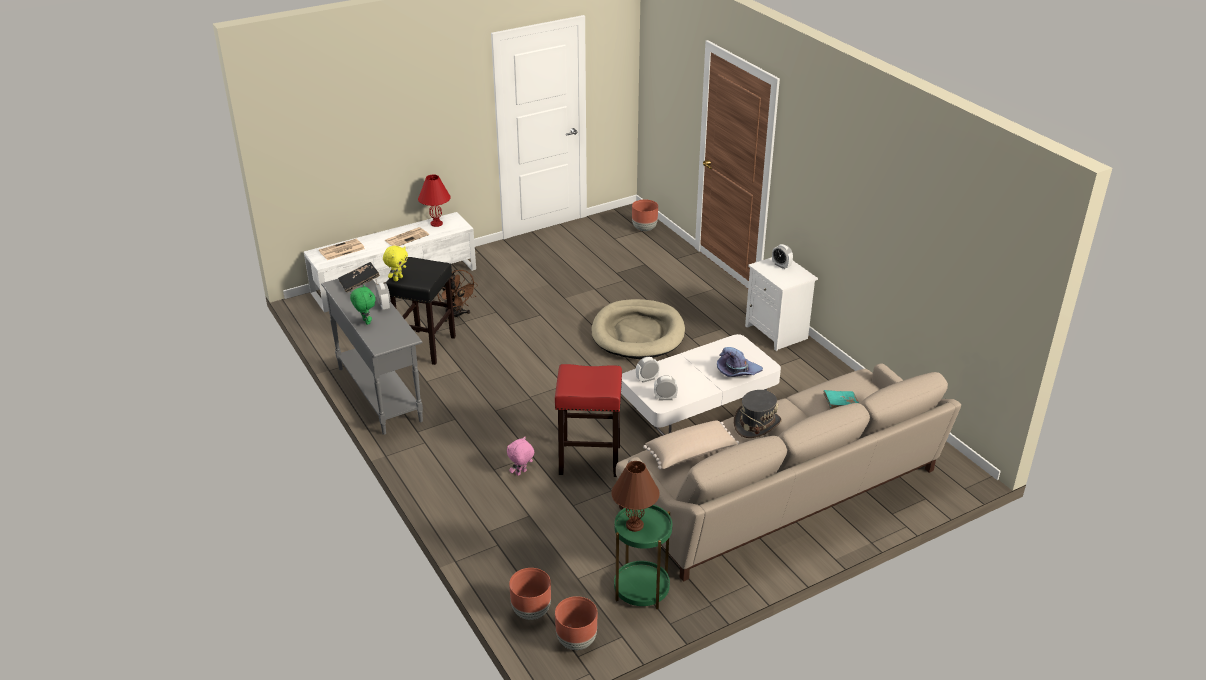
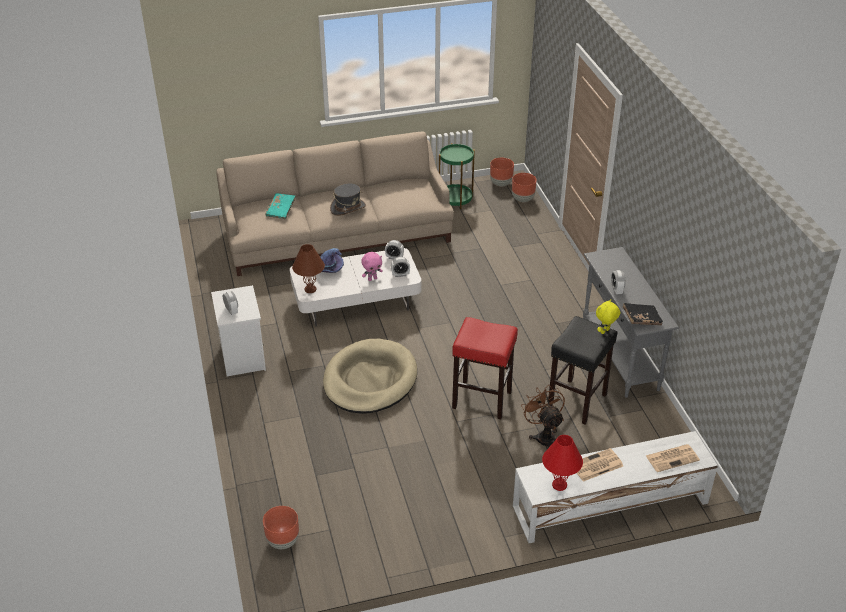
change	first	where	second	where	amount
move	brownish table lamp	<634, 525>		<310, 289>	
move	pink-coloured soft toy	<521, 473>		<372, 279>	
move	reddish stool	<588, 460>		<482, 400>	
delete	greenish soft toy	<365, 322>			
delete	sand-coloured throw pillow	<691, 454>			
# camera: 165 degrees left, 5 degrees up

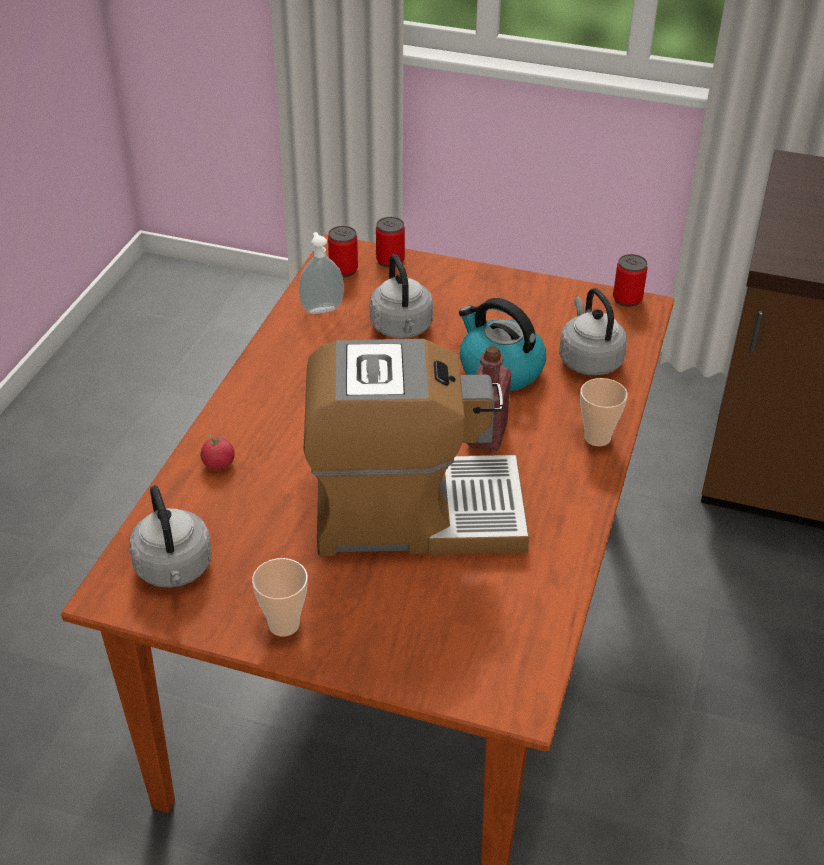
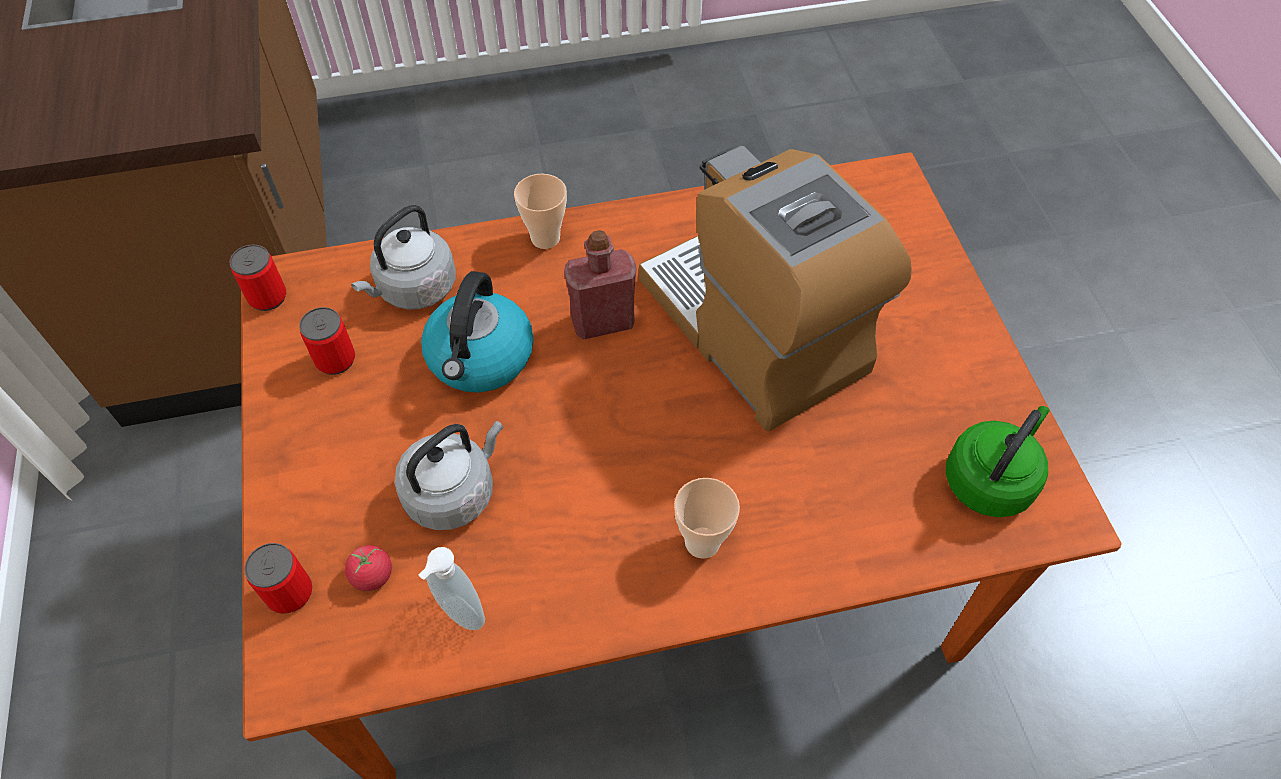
change	first	where	second	where	amount
move	can	<343, 270>		<335, 360>	
move	fresh tomato	<218, 464>		<372, 575>	
move	small cup	<284, 624>		<702, 542>	
recolor	gray kettle	<175, 570>	greenish kettle	<990, 479>	
# camera: 120 degrees left, 15 degrees up

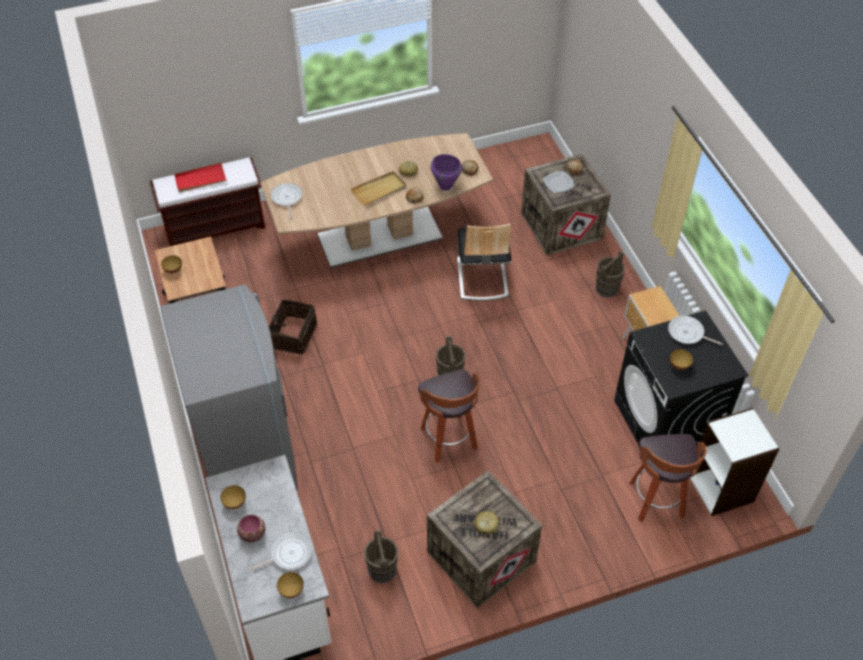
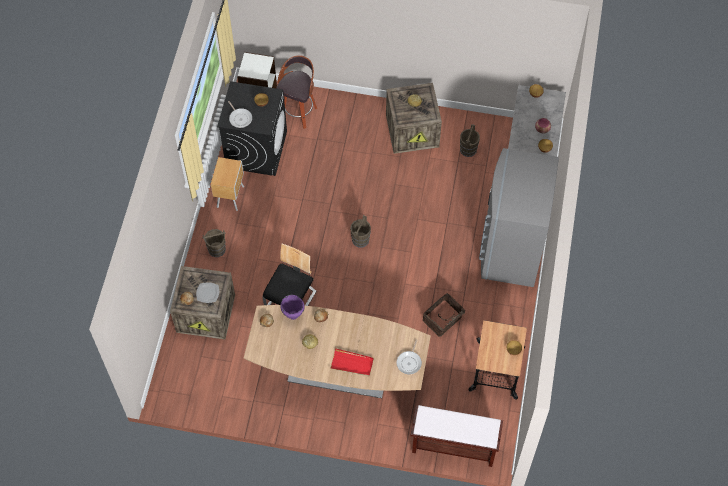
change	first	where	second	where	amount
move	reddish serving tray	<200, 179>		<352, 363>	
delete	pan	<288, 553>			
delete	sand-coloured serving tray	<379, 190>			
delete	stool	<449, 440>			
# camera: 150 degrees left, 10 degrees up

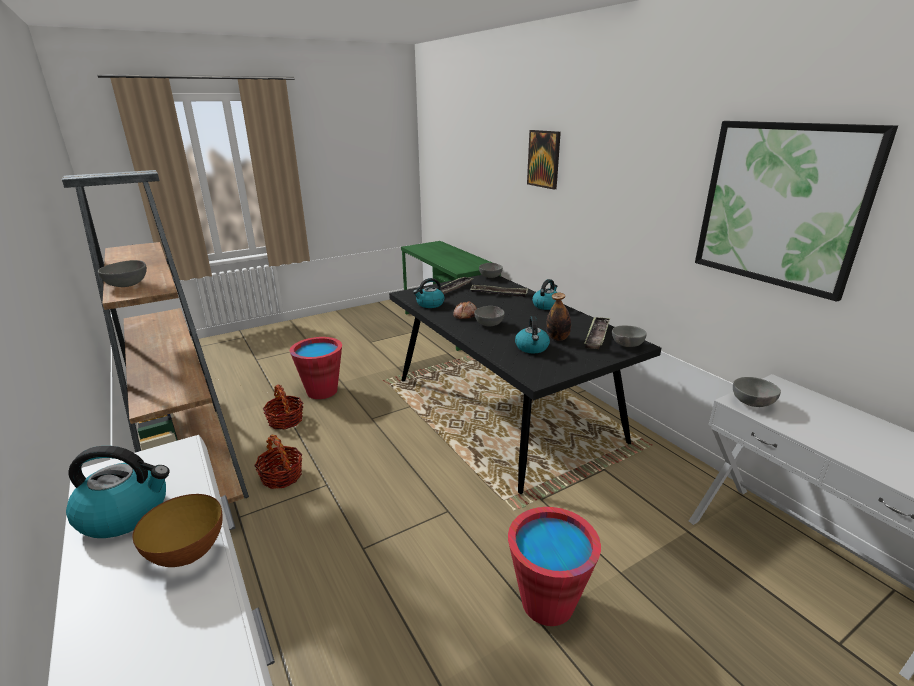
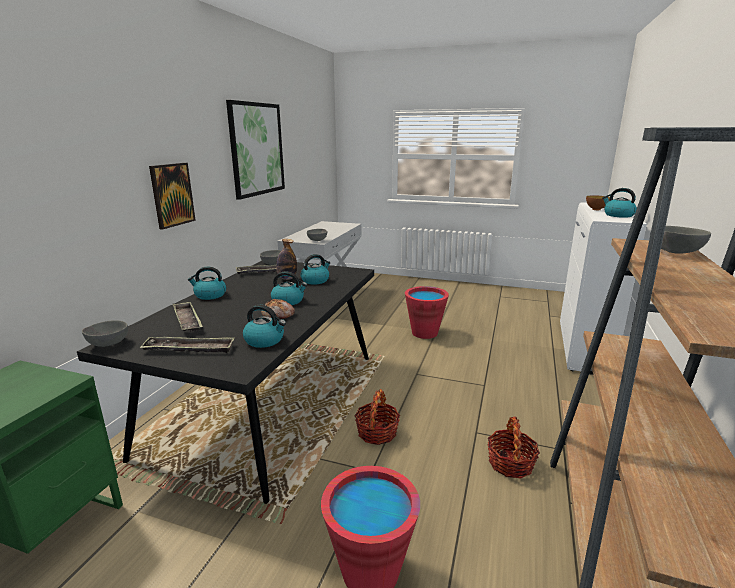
change	first	where	second	where	amount
move	wall picture	<544, 159>		<172, 195>	
replace	gray deep dish	<489, 324>	kettle	<288, 301>	
move	storage basket	<285, 420>		<377, 433>	
# camera: 130 degrees left, 5 degrees down

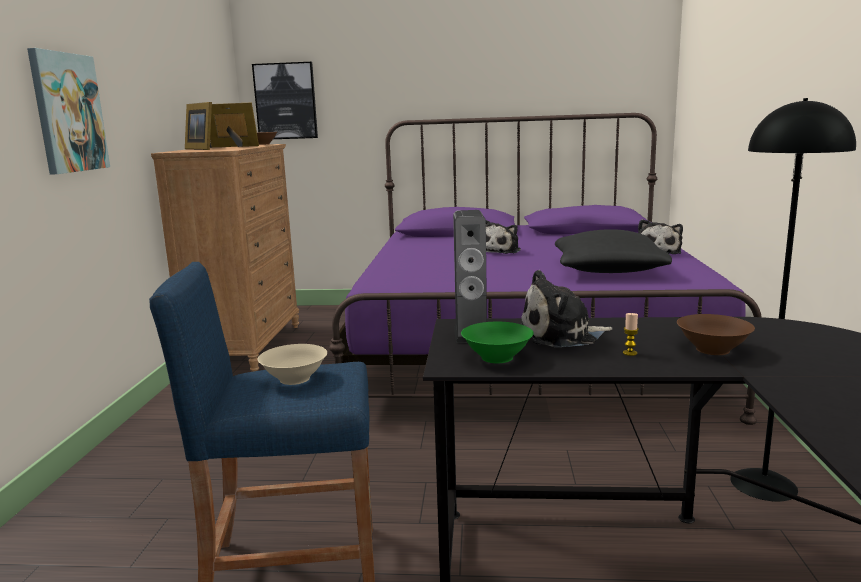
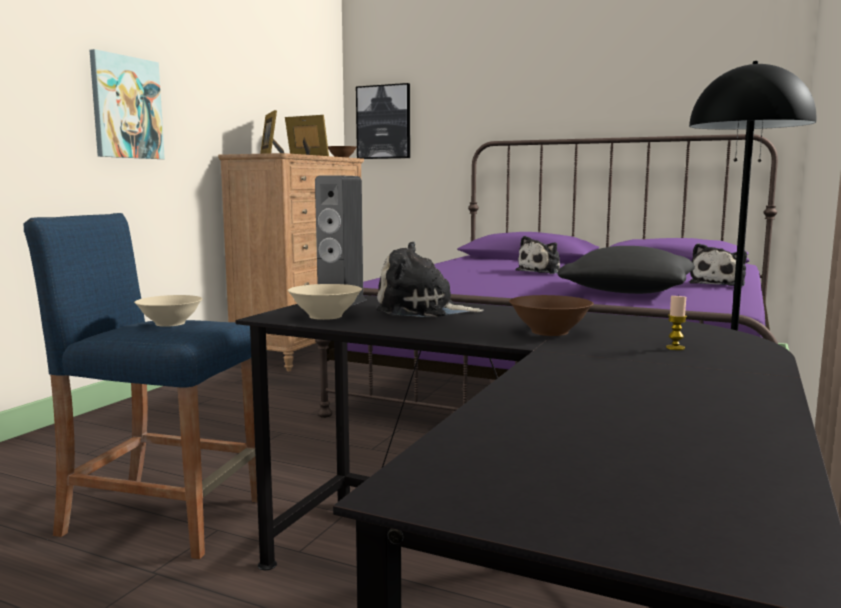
change	first	where	second	where	amount
recolor	greenish deep dish	<497, 357>	sand-coloured deep dish	<326, 316>	
move	wax light	<630, 353>		<675, 348>	
# camera: 20 degrees right, 5 degrees down

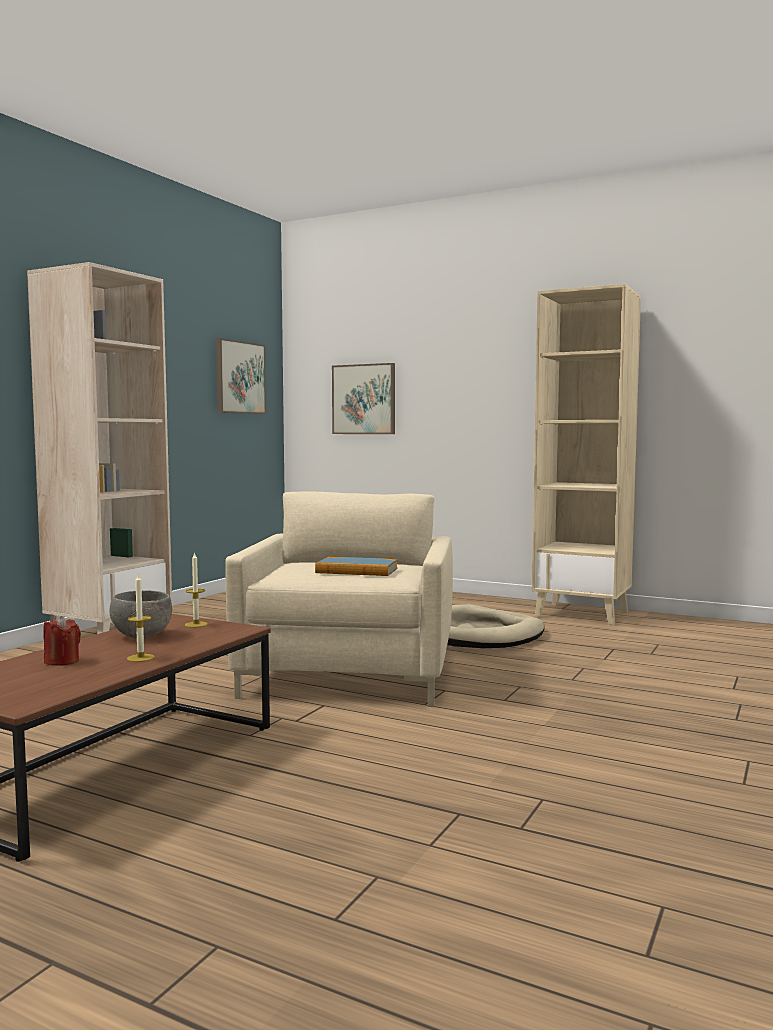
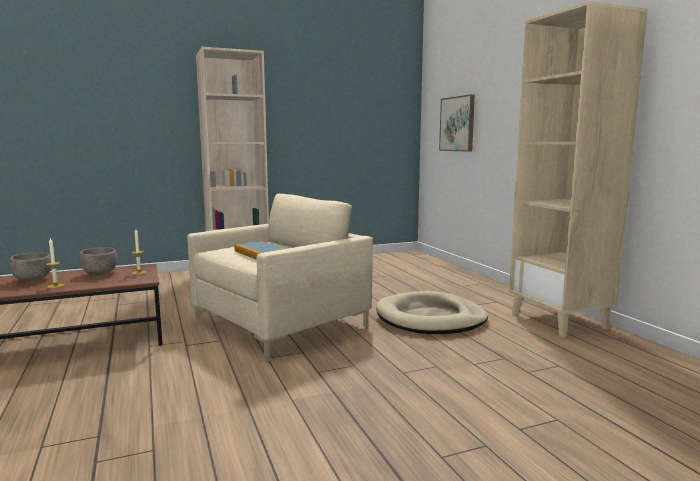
change	first	where	second	where	amount
replace	reddish wax light	<62, 661>	gray deep dish	<32, 280>	
delete	wall picture	<239, 377>			
# camera: 40 degrees right, 5 degrees up

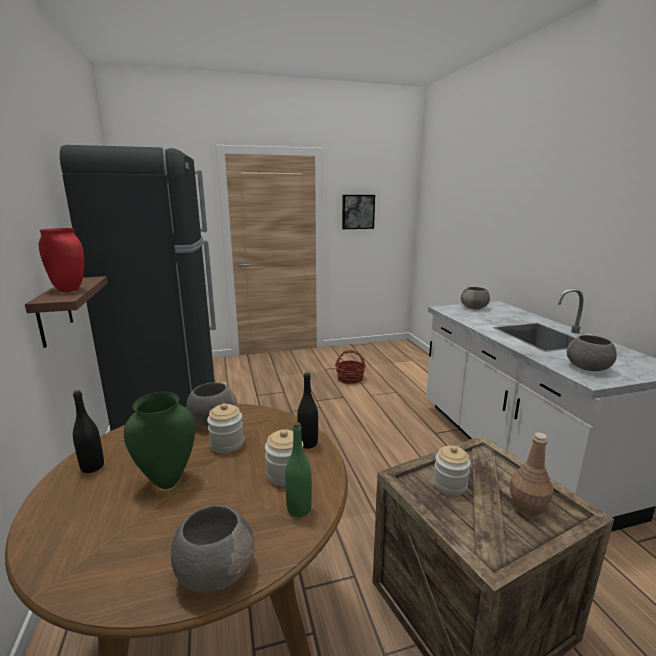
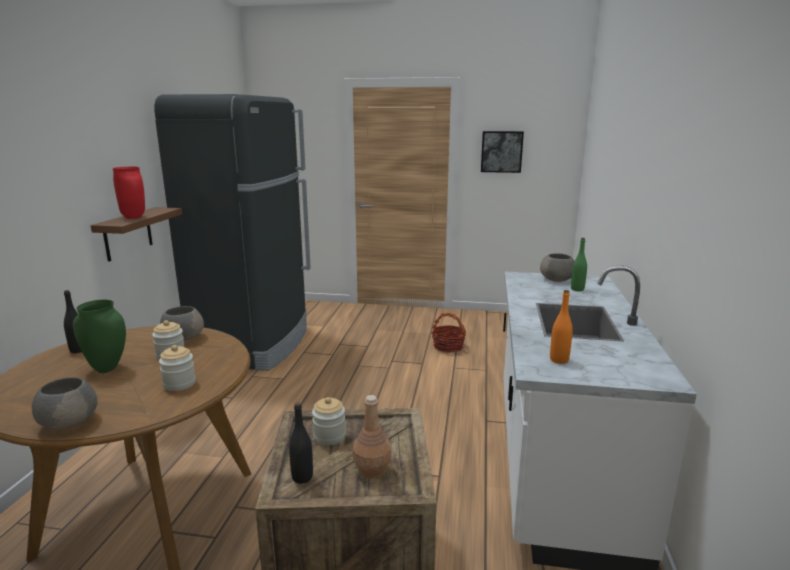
change	first	where	second	where	amount
move	black bottle	<308, 443>		<302, 477>	
replace	gray deep dish	<588, 368>	orange bottle	<559, 360>	
move	greenish bottle	<299, 509>		<577, 289>	
# camera: 25 degrees right, 0 degrees up

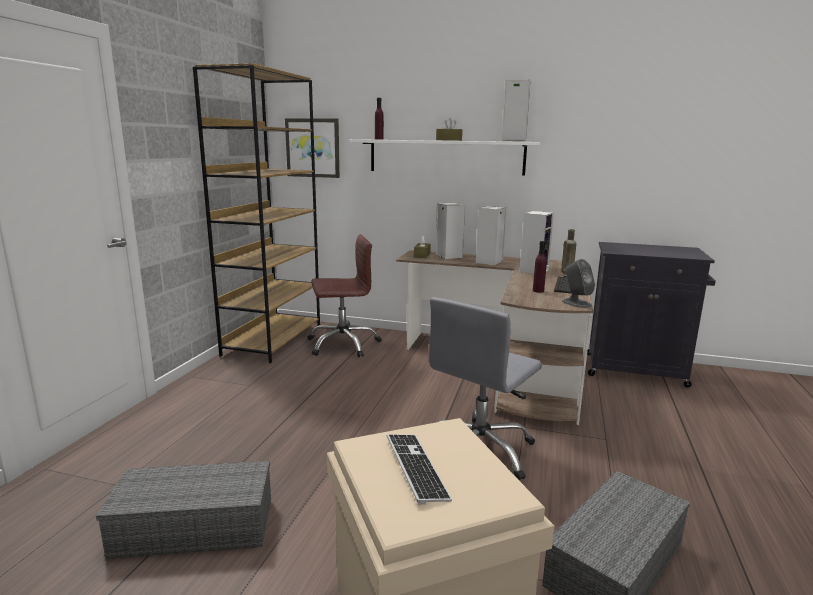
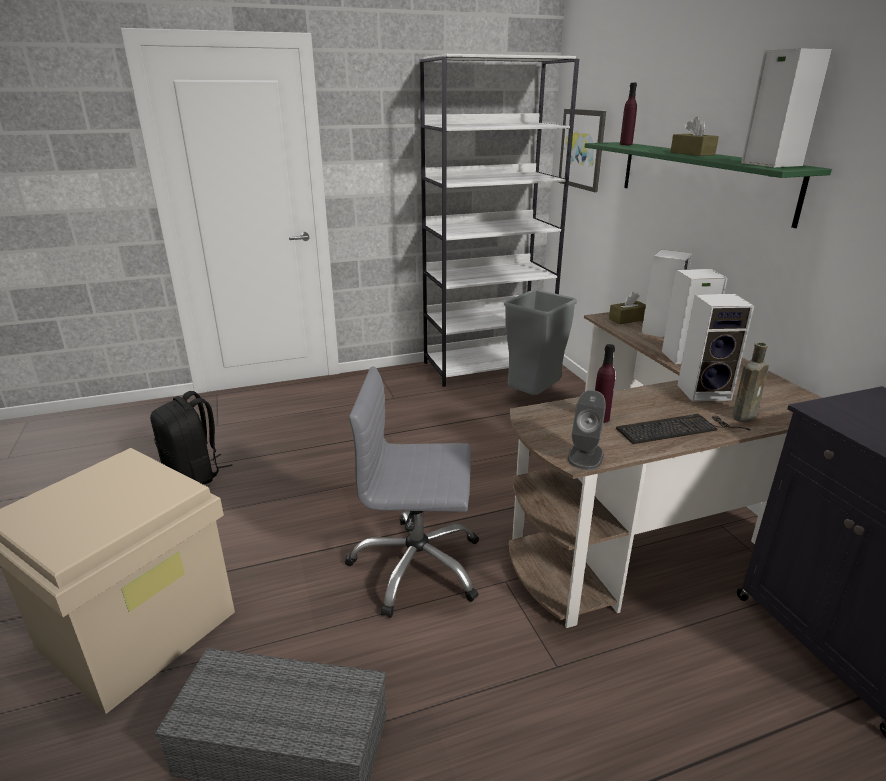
change	first	where	second	where	amount
replace	gray storage container	<197, 525>	black knapsack	<194, 474>	
recolor	brownish bookcase	<273, 339>	white-coloured bookcase	<487, 366>	
replace	brownish computer chair	<343, 344>	gray waste bin	<533, 397>	
recolor	white-coloured bracket shelf	<445, 157>	greenish bracket shelf	<701, 179>	
delete	PC keyboard	<416, 468>			
# camera: 55 degrees right, 10 degrees up

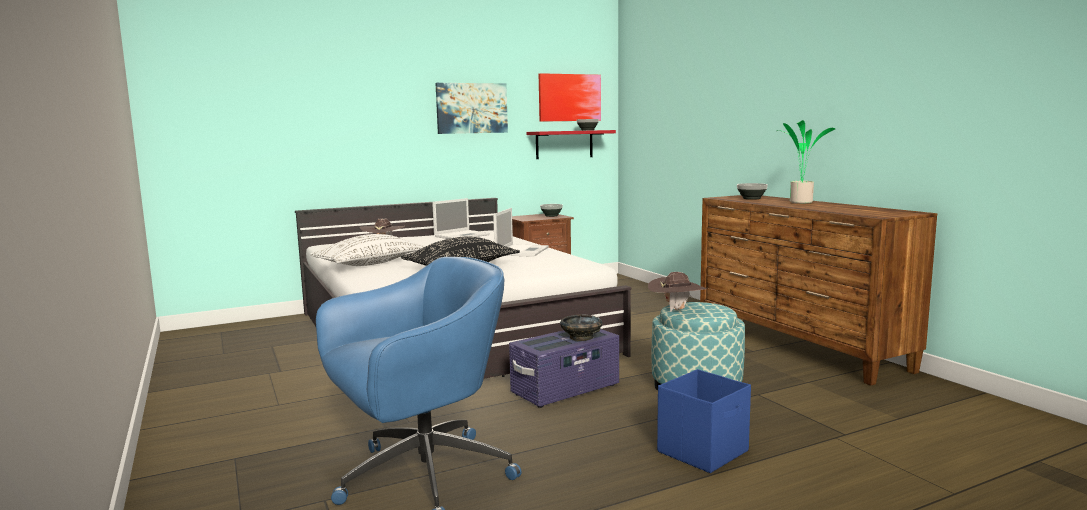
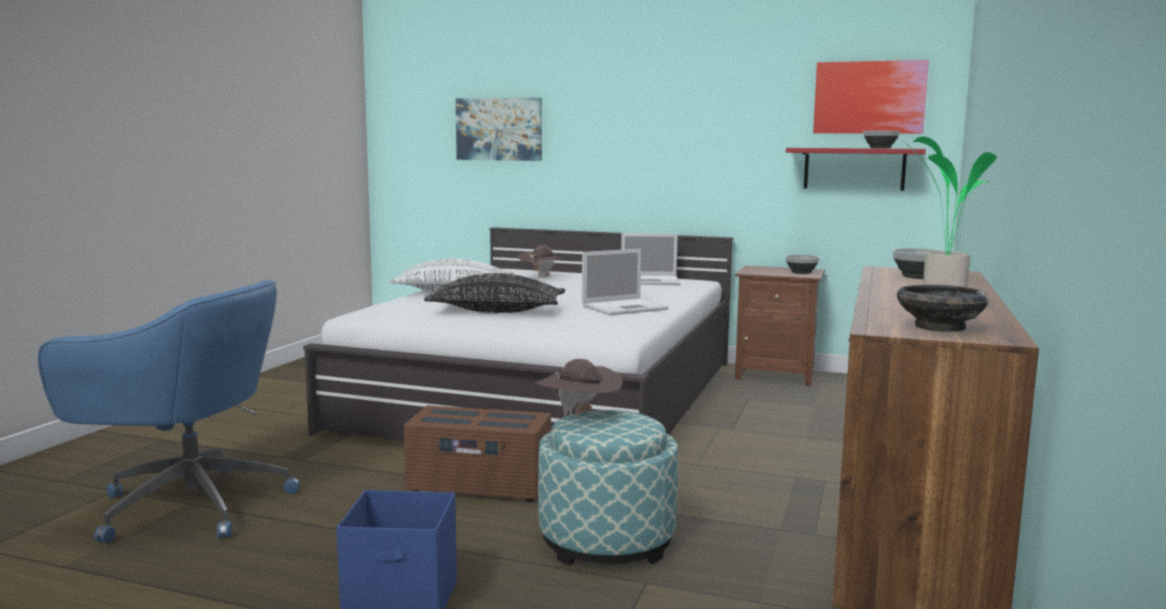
change	first	where	second	where	amount
recolor	purple-coloured storage container	<566, 390>	brownish storage container	<479, 486>	
move	wall picture	<471, 108>		<499, 129>	
move	black deep dish	<580, 337>		<938, 327>	
# camera: 45 degrees right, 0 degrees up

